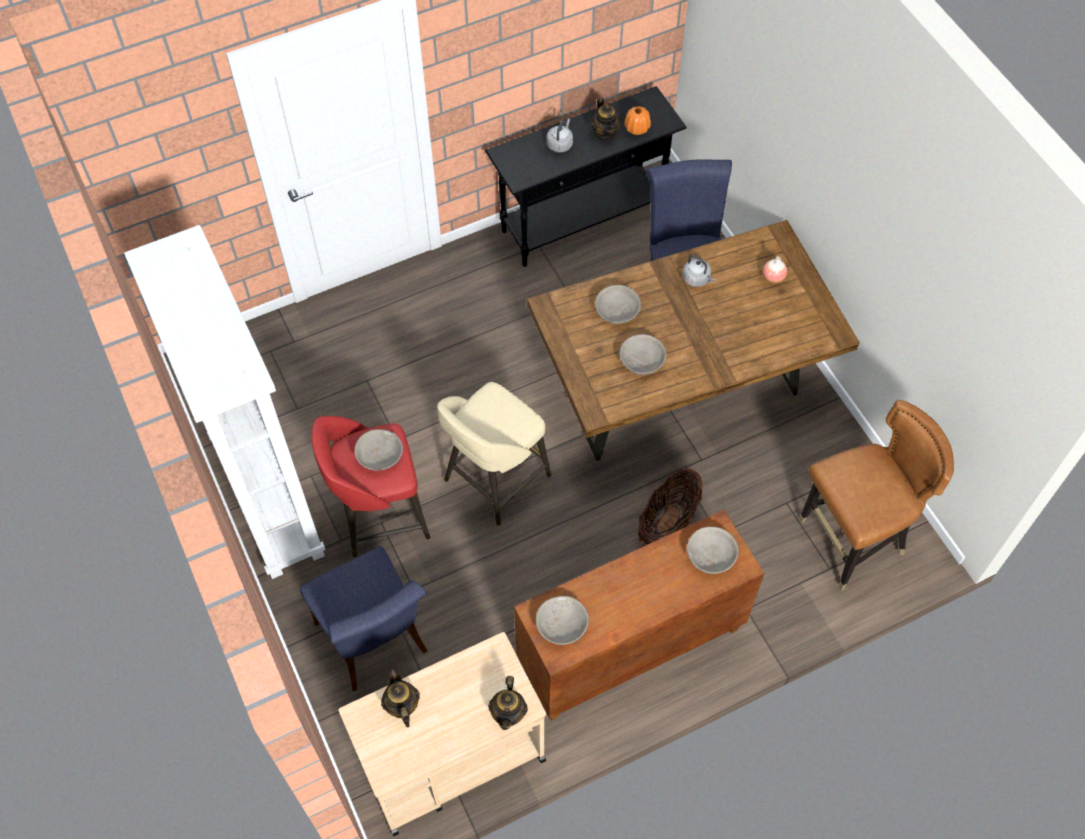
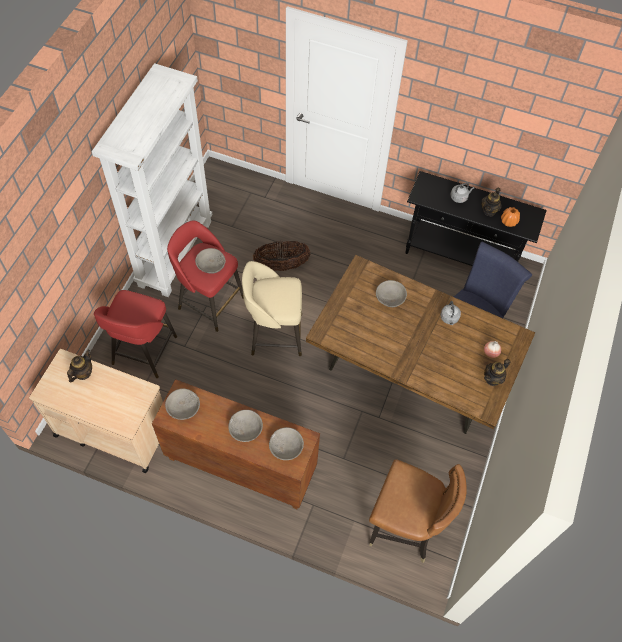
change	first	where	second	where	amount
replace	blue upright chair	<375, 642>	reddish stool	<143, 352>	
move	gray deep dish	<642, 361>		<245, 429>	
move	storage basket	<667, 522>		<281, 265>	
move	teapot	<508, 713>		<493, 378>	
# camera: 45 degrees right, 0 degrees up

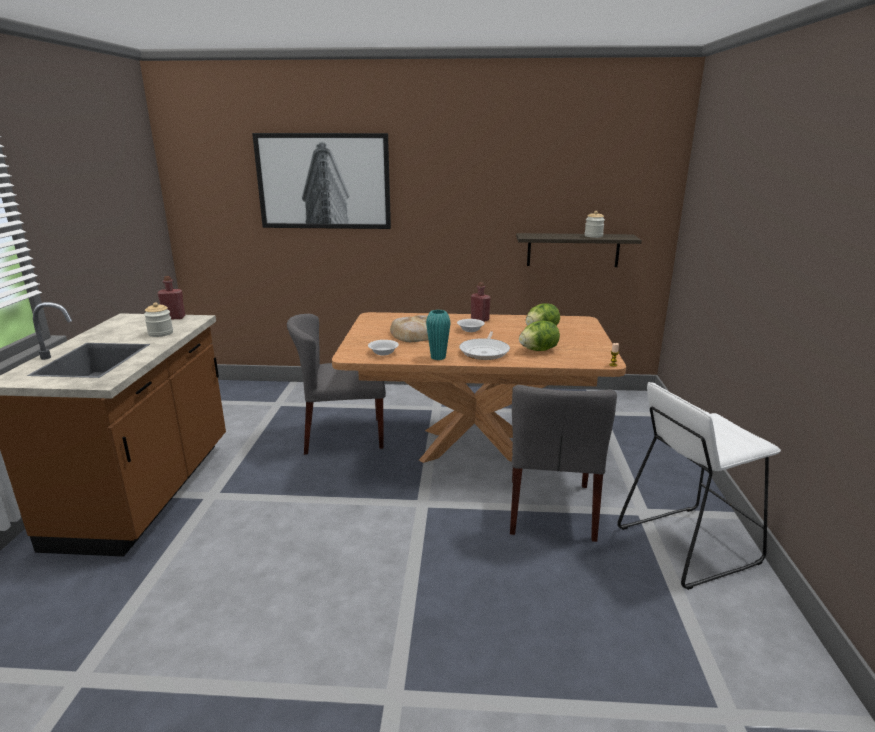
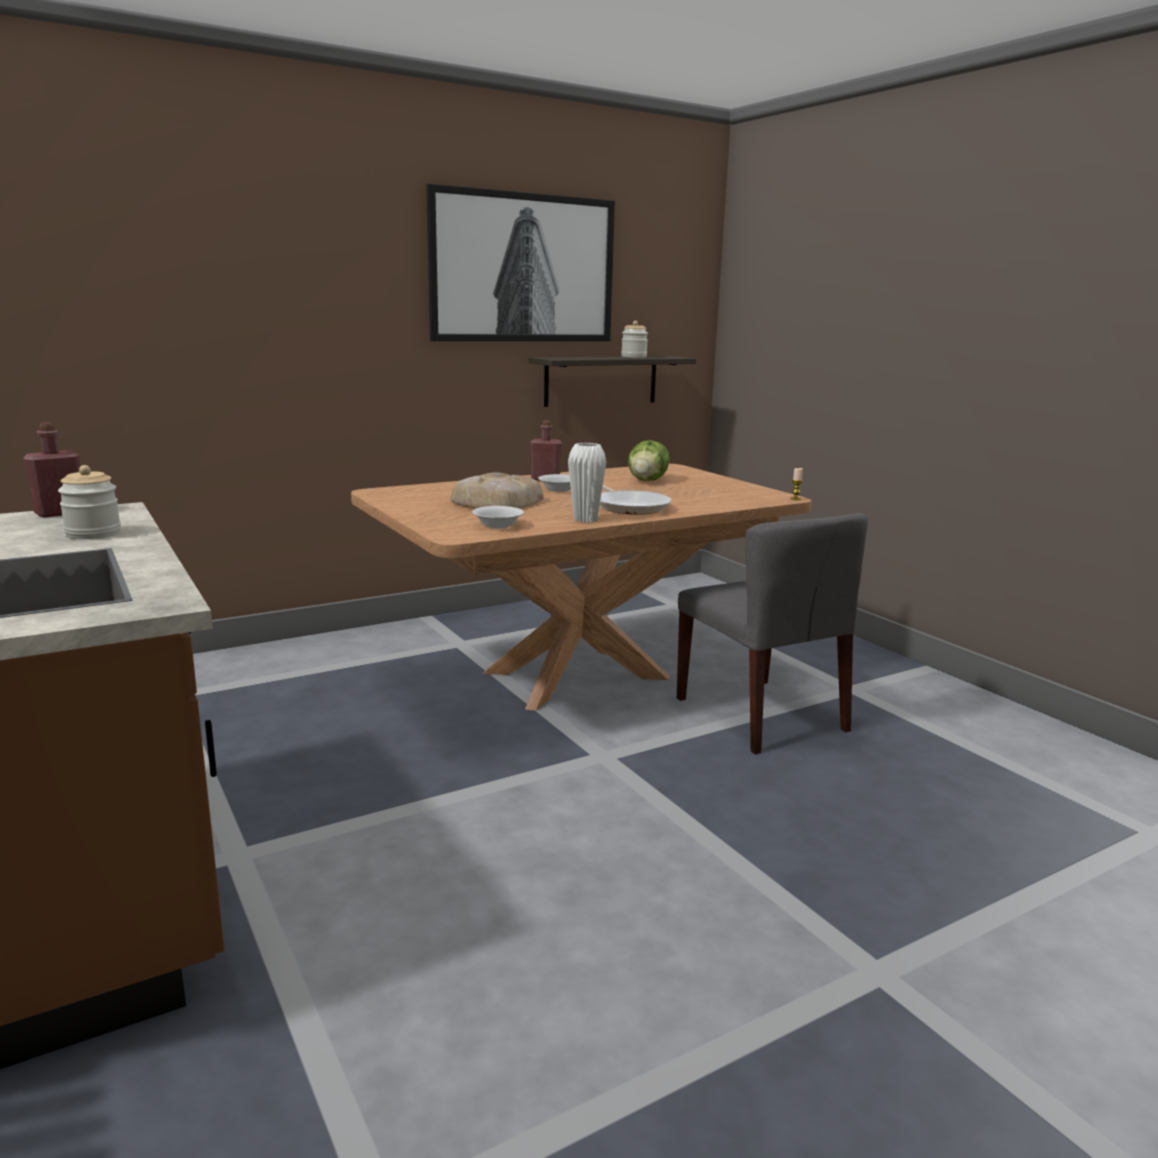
change	first	where	second	where	amount
move	wall picture	<323, 181>		<524, 268>	
recolor	blue-green decorative vase	<438, 357>	white-coloured decorative vase	<585, 519>	
delete	gray upright chair	<343, 435>			
delete	lettuce	<538, 350>			
delete	white-coloured stool	<687, 544>			
# camera: 35 degrees left, 5 degrees down

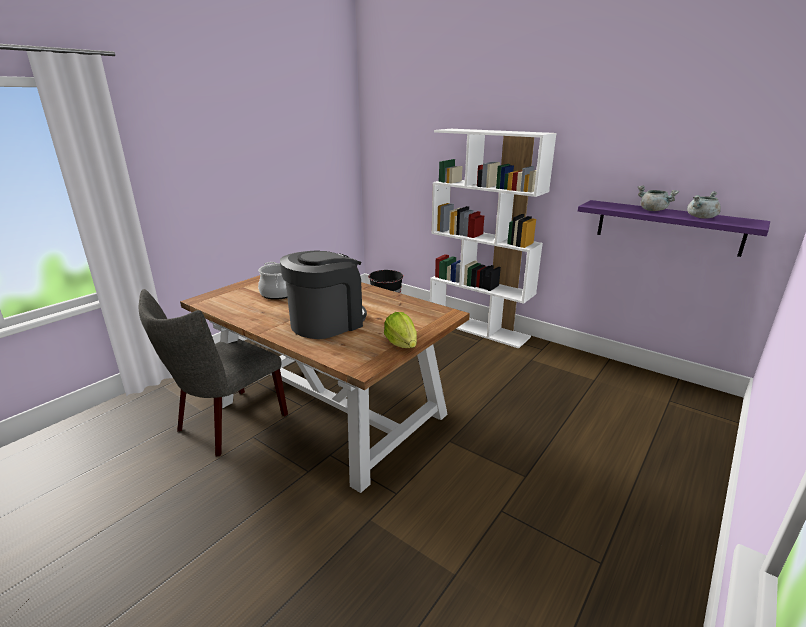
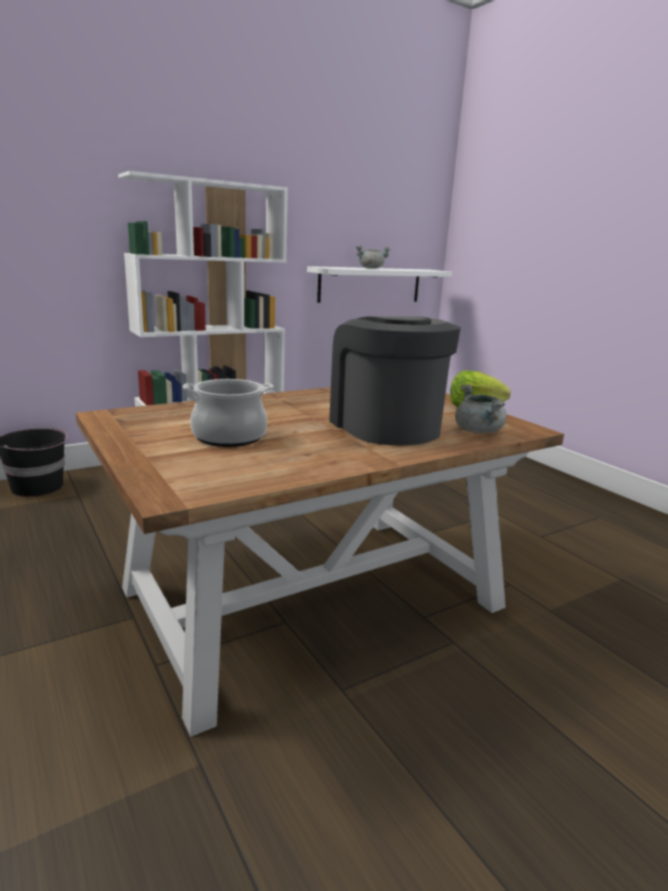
change	first	where	second	where	amount
recolor	purple-coloured bracket shelf	<667, 227>	white-coloured bracket shelf	<370, 285>	
move	gray cooking pot	<701, 217>		<478, 432>	
delete	gray upright chair	<226, 425>			
# camera: 70 degrees left, 5 degrees down

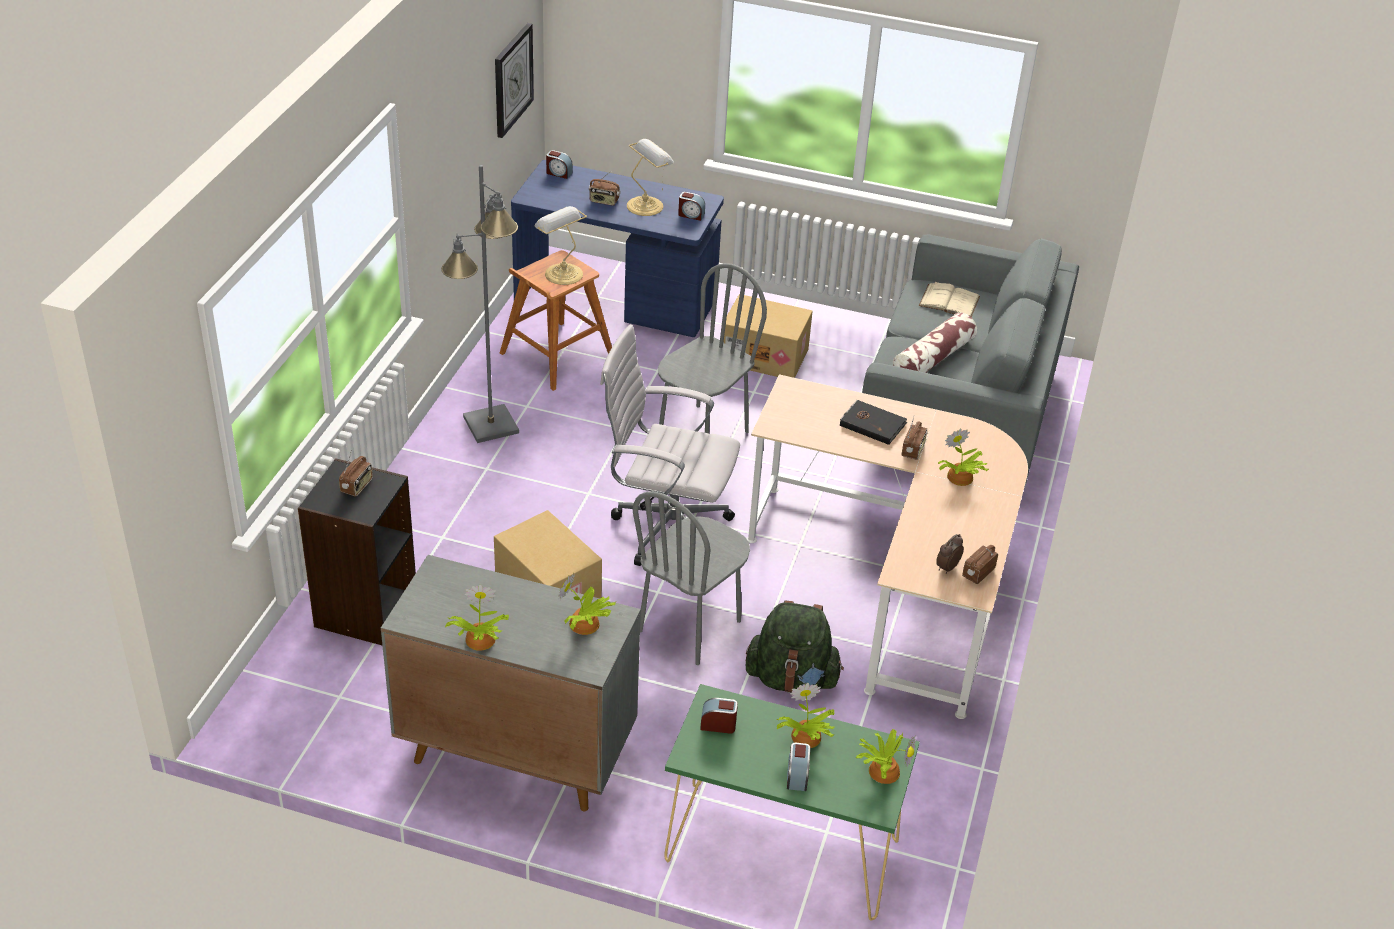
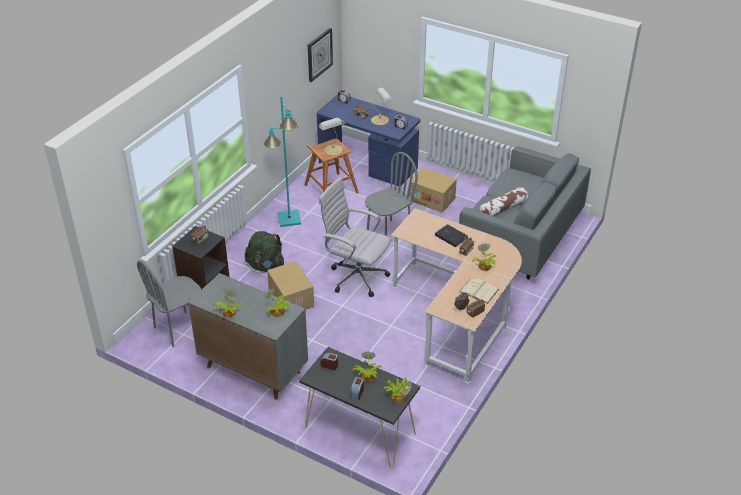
change	first	where	second	where	amount
move	gray upright chair	<690, 626>		<179, 328>	
move	greenish knapsack	<792, 679>		<265, 266>	
recolor	gray floor lamp	<490, 425>	blue-green floor lamp	<289, 219>	
recolor	greenish hall table	<780, 850>	black hall table	<359, 430>	
move	sand-coloured bound book	<949, 301>		<479, 290>	
# camera: 15 degrees right, 0 degrees up

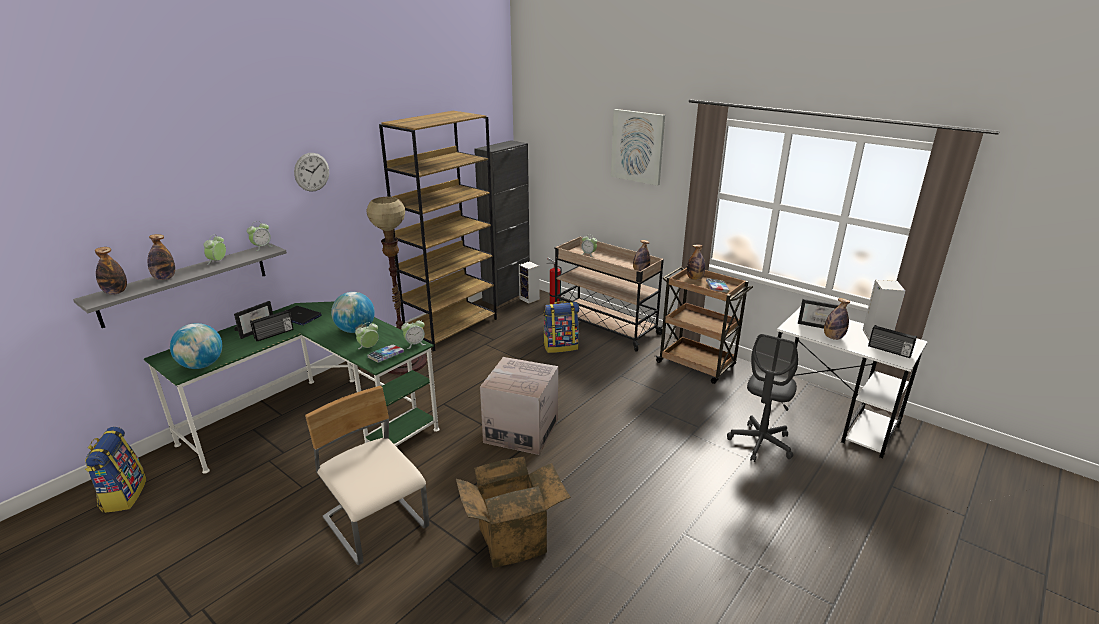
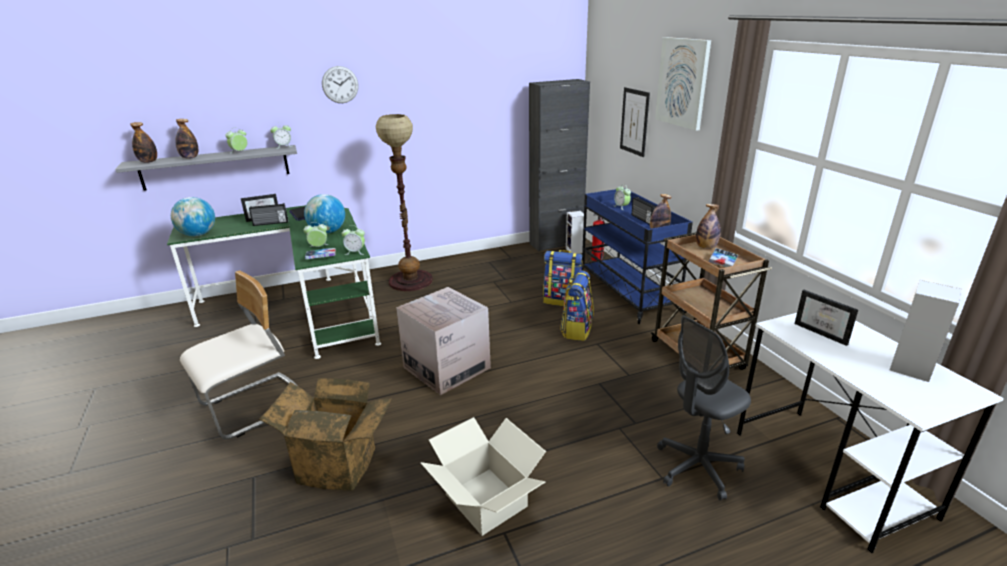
change	first	where	second	where	amount
rotate	sand-coloured upright chair	<376, 524>		<254, 407>	60 degrees clockwise
insert			cardboard box	<485, 501>	
move	knapsack	<123, 495>		<576, 329>	
recolor	sand-coloured cart	<603, 326>	blue cart	<626, 291>	
insert			wall picture	<634, 121>	
move	radio	<889, 351>		<642, 219>	
delete	brownish bookcase	<451, 327>			
delete	bottle	<833, 337>			
# camera: 30 degrees right, 0 degrees up

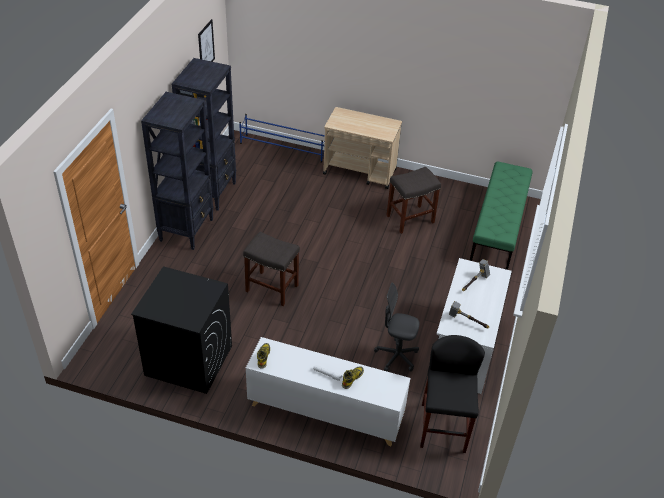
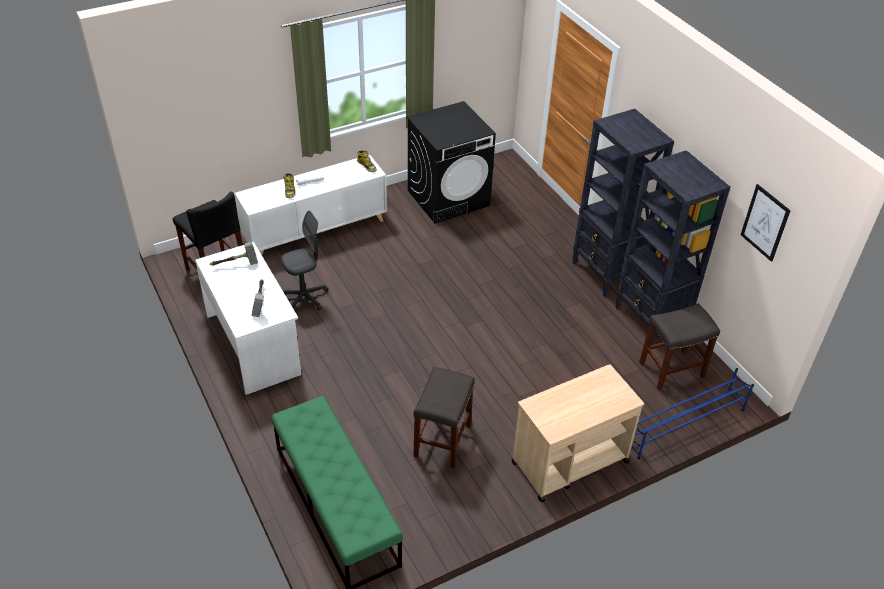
change	first	where	second	where	amount
move	gray stool	<271, 288>		<672, 369>	
# camera: 135 degrees right, 0 degrees up

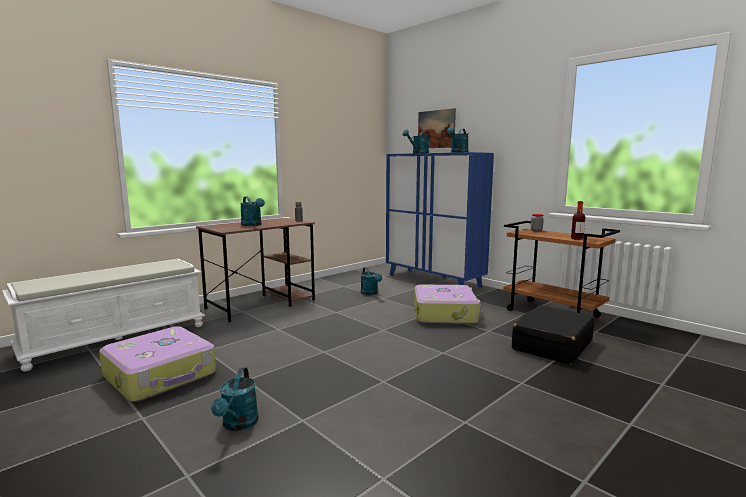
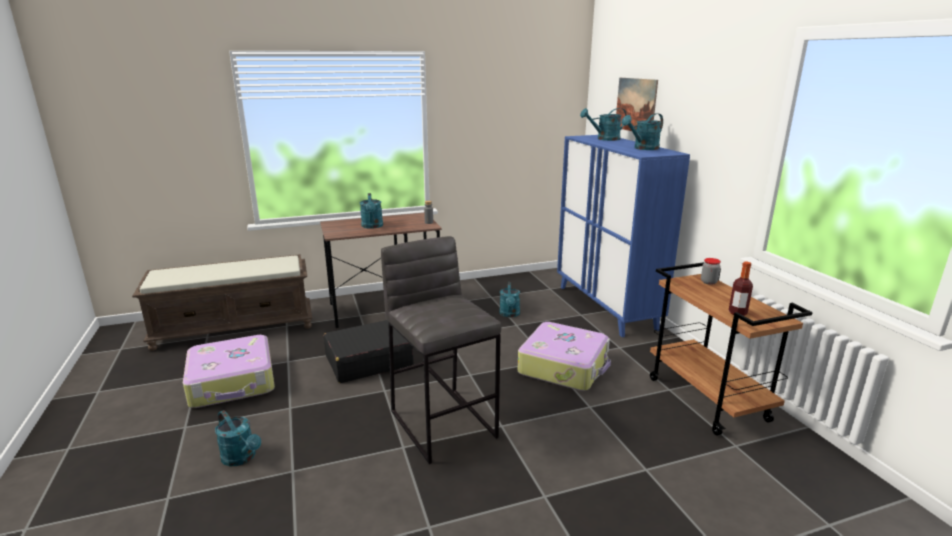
change	first	where	second	where	amount
recolor	white-coloured indoor bench	<117, 338>	brownish indoor bench	<236, 328>	
rotate	blue-green watering pot	<238, 424>		<242, 458>	75 degrees counterclockwise
move	black travel case	<552, 345>		<368, 361>	
insert			gray stool	<443, 423>	
# camera: 25 degrees right, 10 degrees up

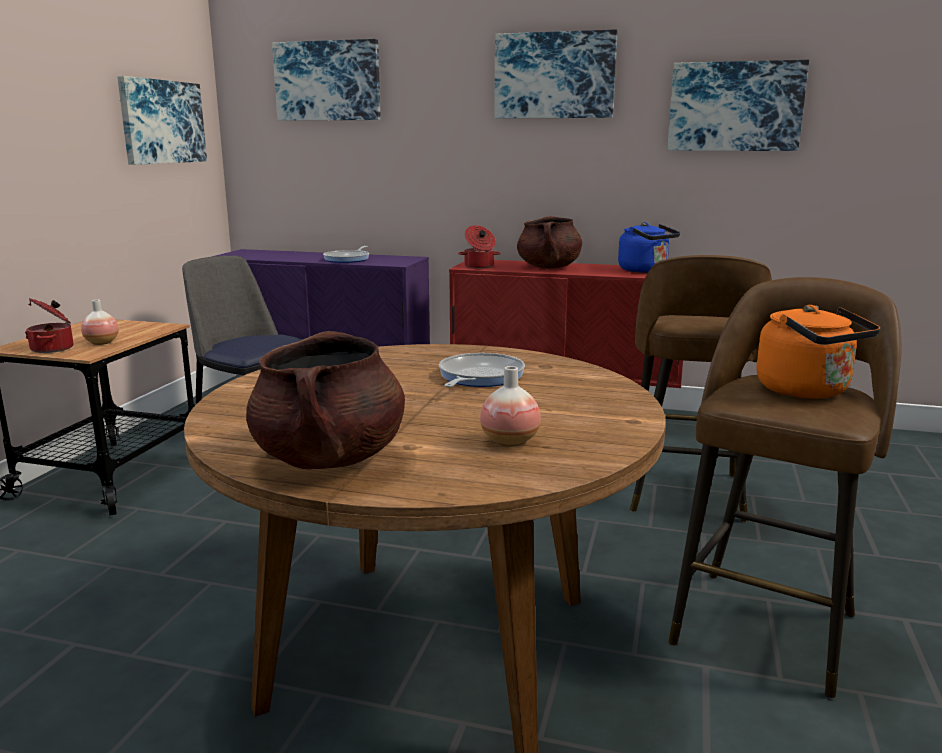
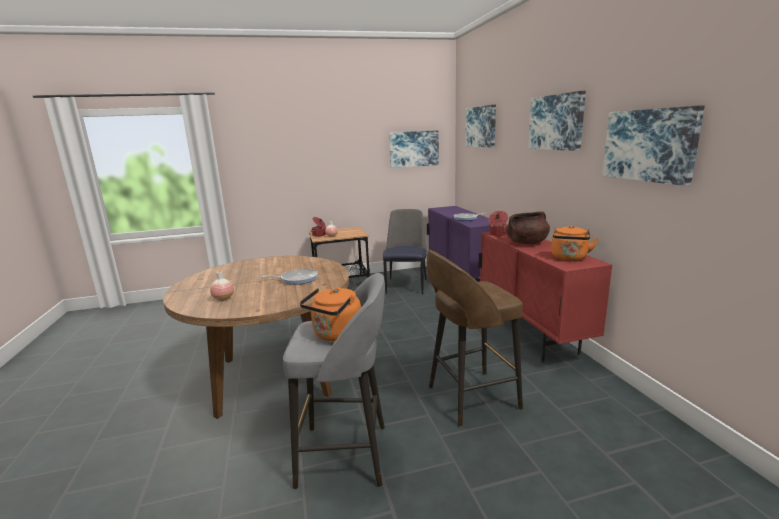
change	first	where	second	where	amount
recolor	brownish stool	<766, 625>	gray stool	<346, 455>	
recolor	blue kettle	<645, 271>	orange kettle	<569, 258>	
delete	brownish cooking pot	<330, 458>			
# camera: 60 degrees right, 0 degrees up

